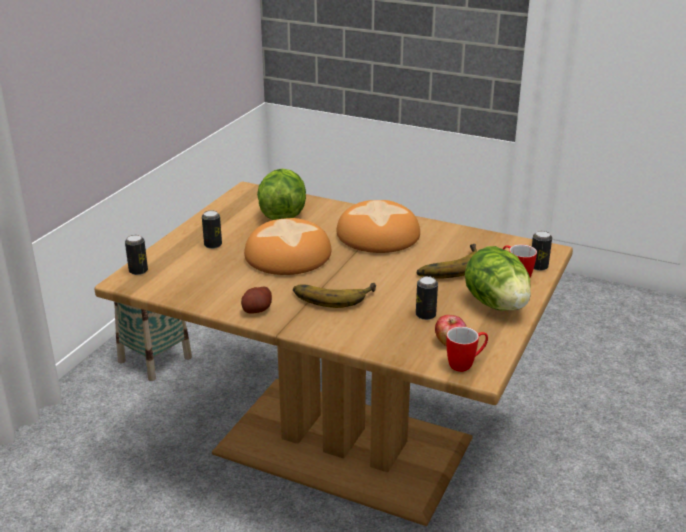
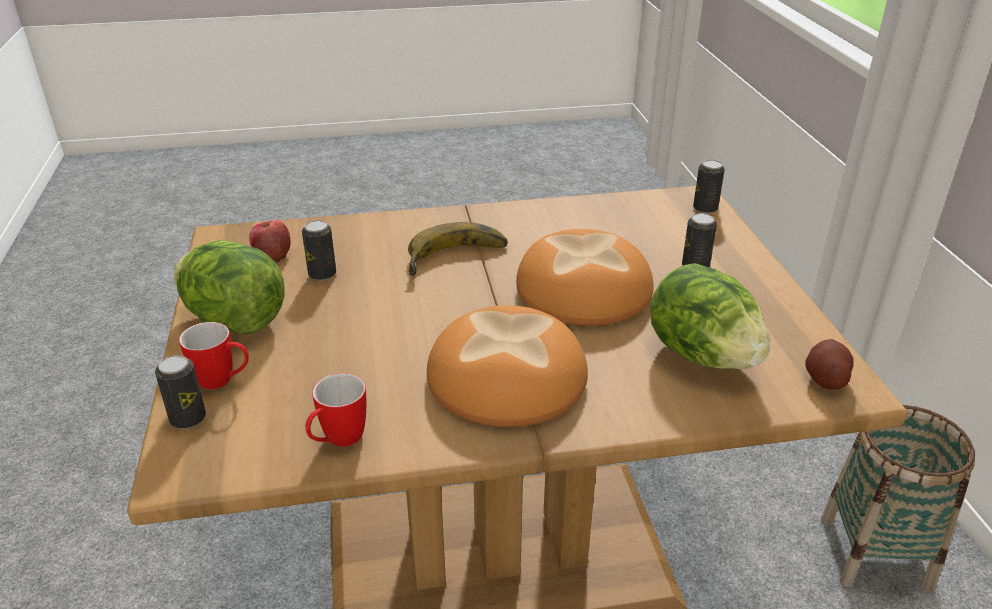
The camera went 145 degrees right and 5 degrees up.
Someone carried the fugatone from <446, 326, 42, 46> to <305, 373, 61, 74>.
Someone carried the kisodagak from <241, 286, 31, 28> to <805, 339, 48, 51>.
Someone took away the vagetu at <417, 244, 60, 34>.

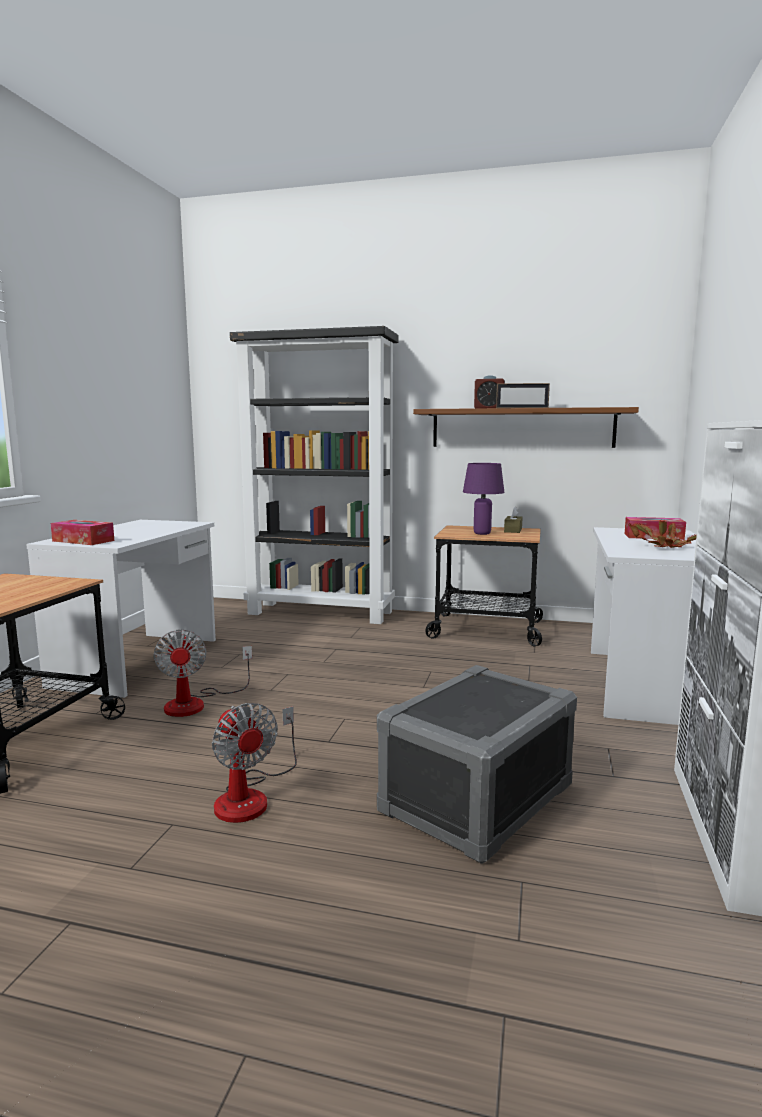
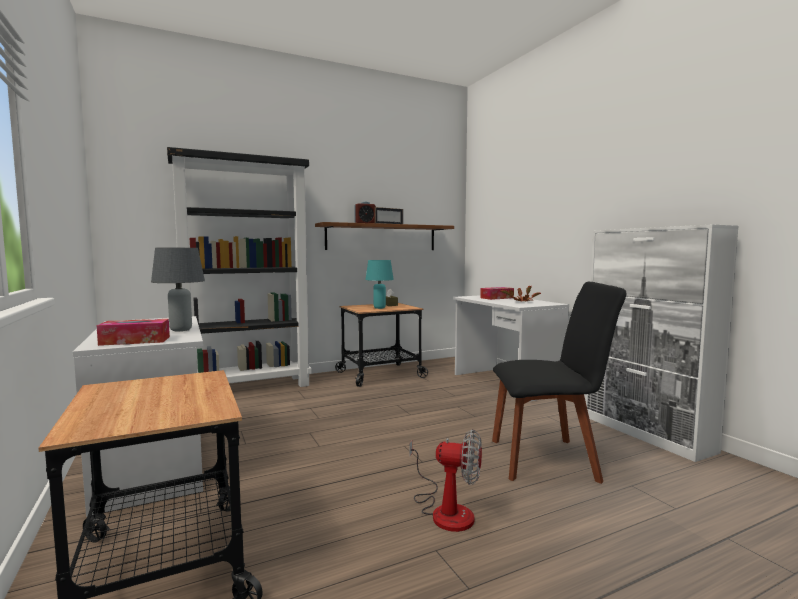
The camera went 40 degrees left and 5 degrees down.
Someone put down the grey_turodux at <151, 248, 54, 83>.
Someone repainted the purple_turodux at <463, 463, 41, 72>, which became the turquoise_turodux at <365, 260, 29, 49>.
Someone swapped the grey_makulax at <377, 665, 200, 199> for the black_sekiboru at <492, 282, 134, 202>.
Someone took away the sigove at <153, 629, 99, 88>.

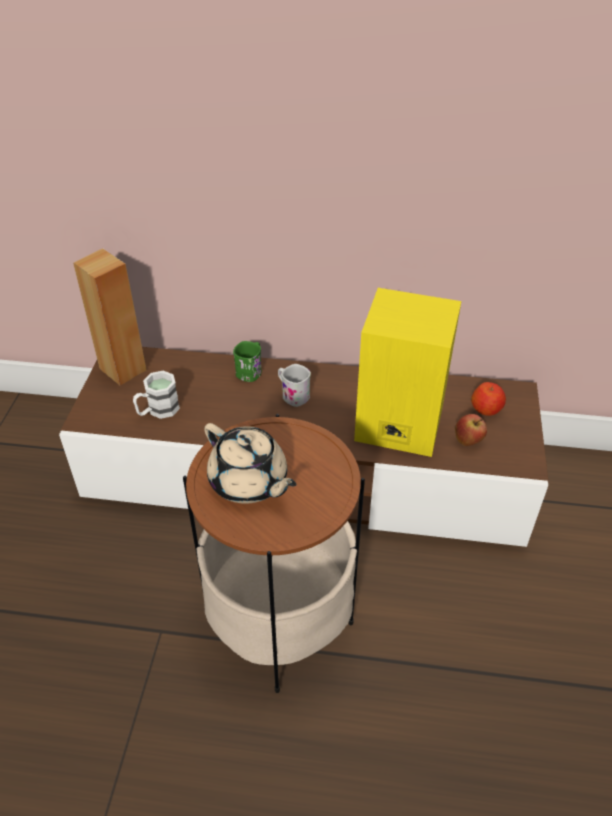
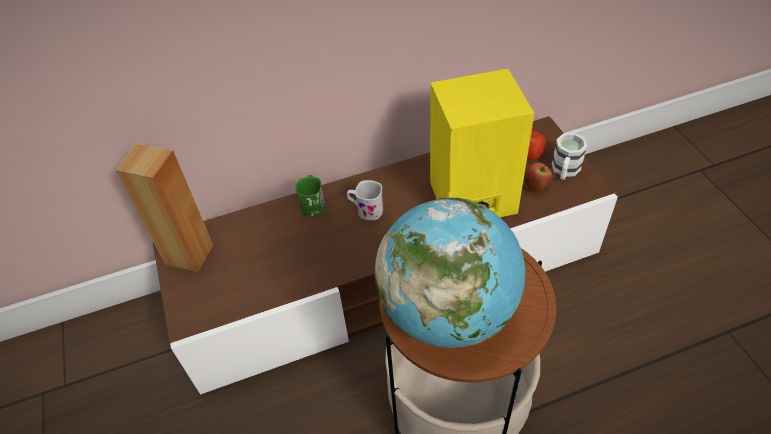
The camera went 25 degrees left and 5 degrees up.
Someone swapped the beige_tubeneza at <204, 423, 93, 81> for the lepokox at <375, 197, 150, 151>.
Someone carried the white_fugatone from <133, 371, 47, 48> to <552, 133, 35, 47>.

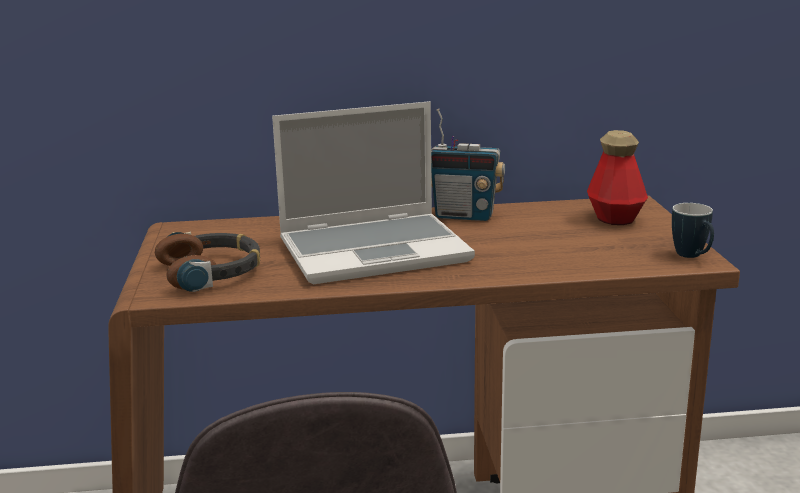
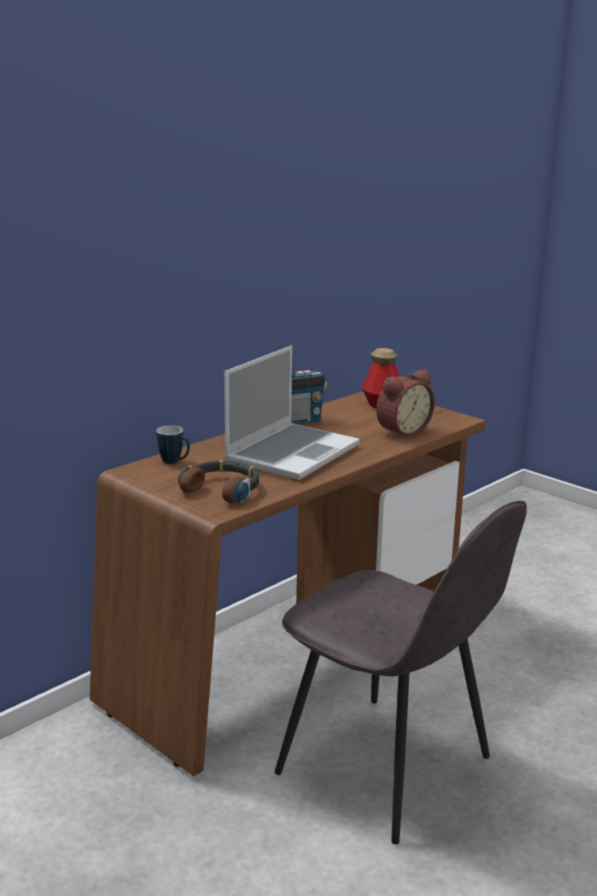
The camera went 40 degrees left and 0 degrees up.
Someone carried the fugatone from <672, 203, 42, 55> to <156, 425, 34, 39>.
Someone put down the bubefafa at <376, 369, 59, 70>.

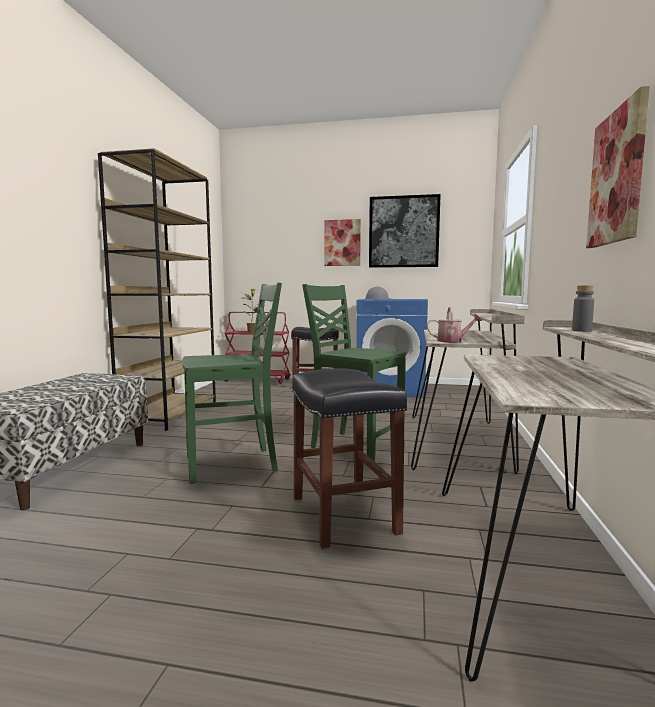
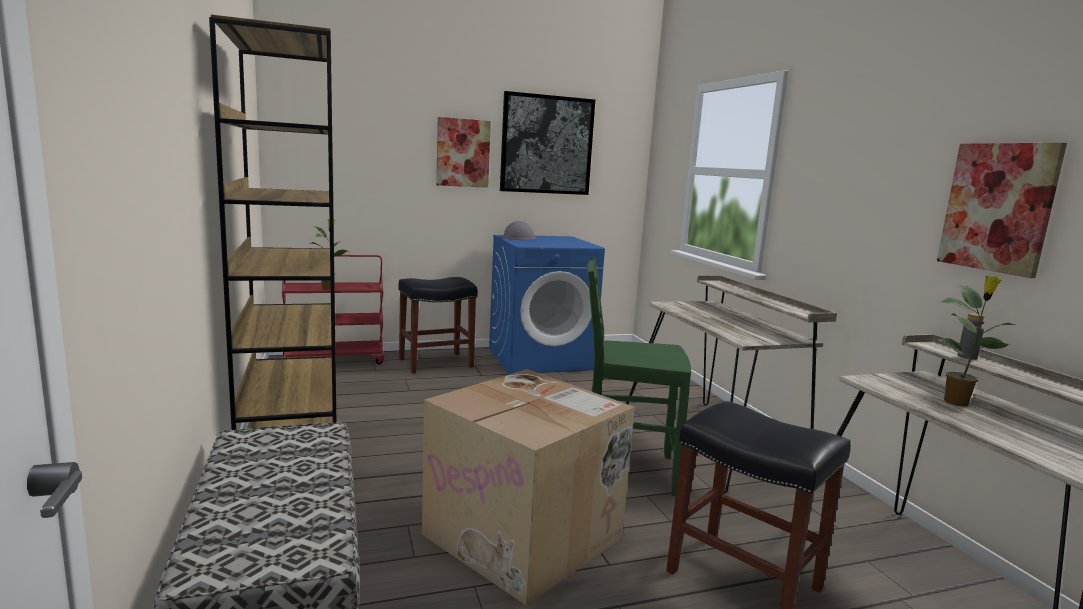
The camera went 30 degrees left and 5 degrees up.
Someone swapped the green_sekiboru at <182, 282, 100, 202> for the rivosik at <422, 369, 213, 236>.
Someone put down the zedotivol at <936, 275, 79, 132>.
Someone took away the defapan at <427, 307, 55, 35>.

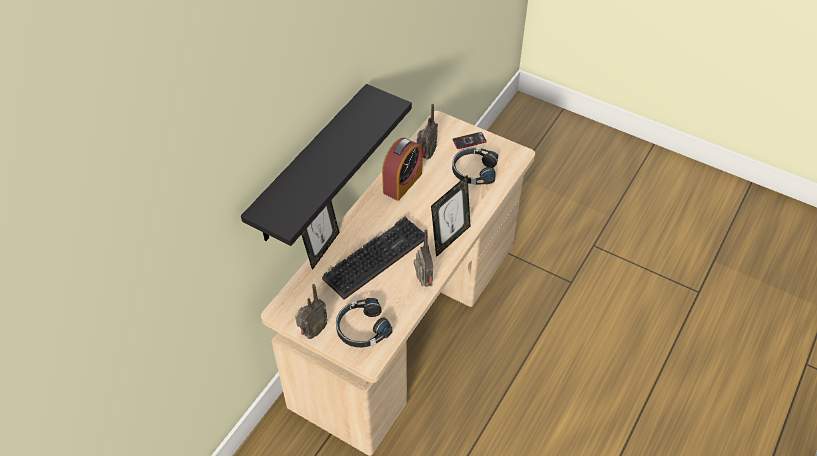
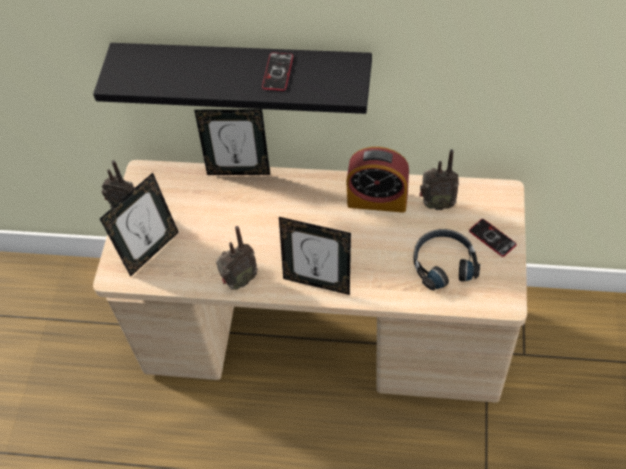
The camera went 70 degrees right and 5 degrees up.
Someone swapped the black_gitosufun at <336, 298, 56, 50> for the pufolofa at <100, 173, 79, 104>.
Someone put down the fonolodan at <262, 52, 31, 39>.
Someone took away the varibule at <322, 217, 102, 83>.

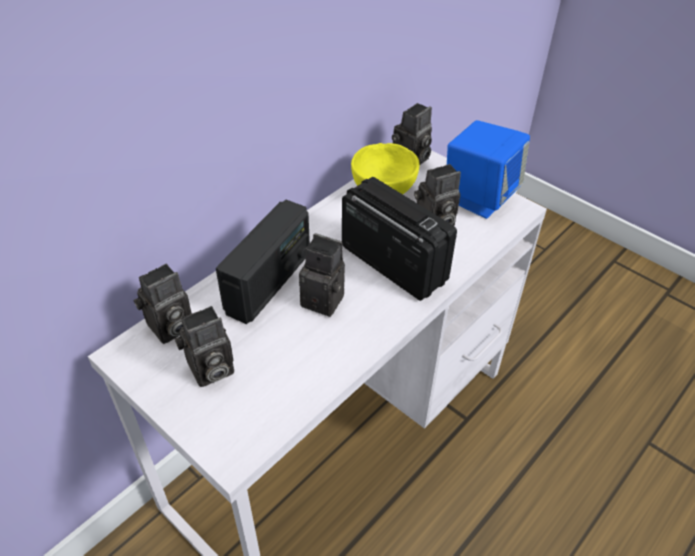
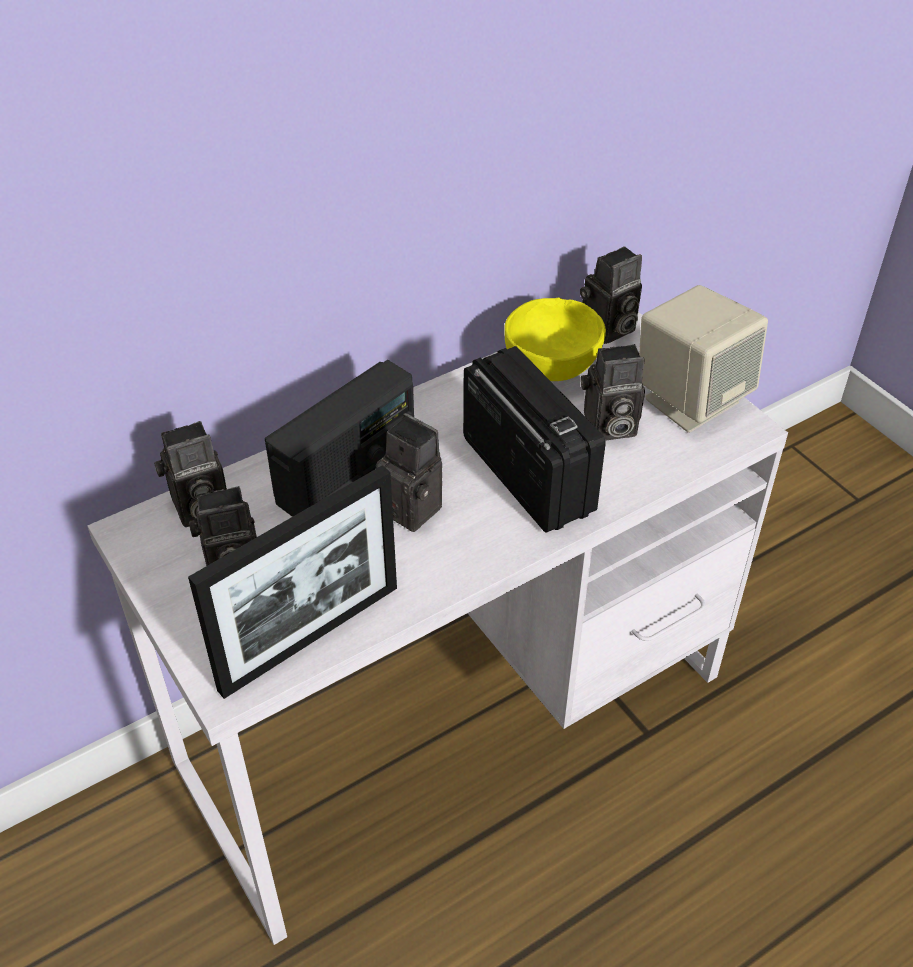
The camera went 15 degrees right and 0 degrees up.
Someone put down the pufolofa at <188, 465, 209, 234>.
Someone repainted the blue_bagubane at <447, 120, 83, 99>, which became the beige_bagubane at <639, 285, 129, 148>.

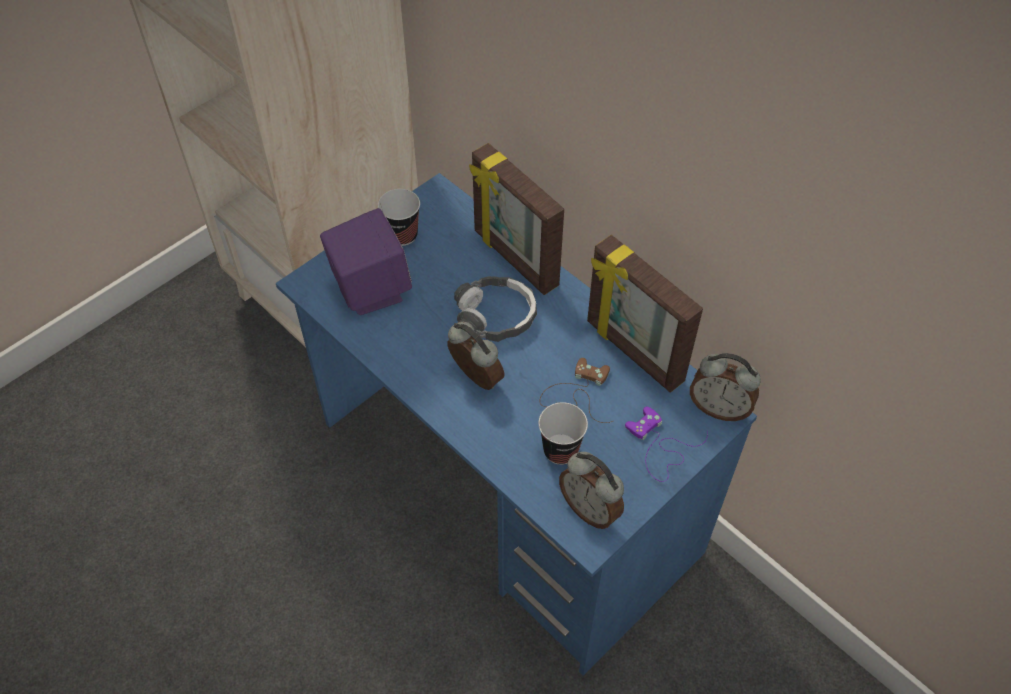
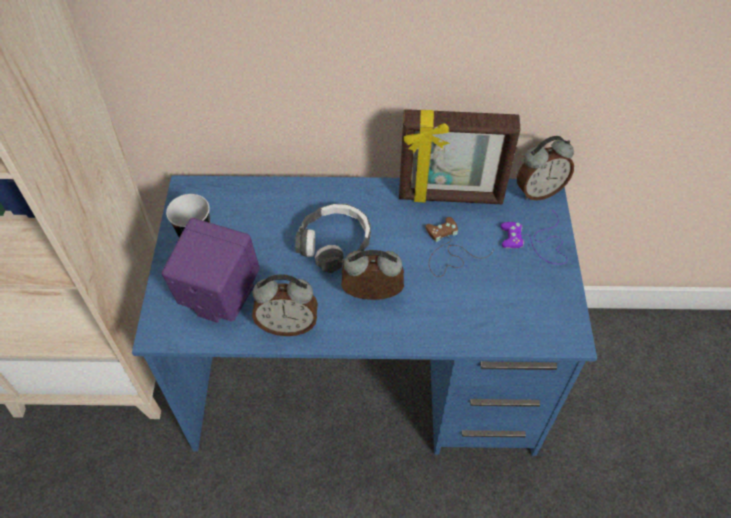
The camera went 45 degrees left and 0 degrees up.
Someone carried the bubefafa from <559, 452, 65, 77> to <252, 274, 66, 62>.
Someone took away the pufolofa at <469, 143, 95, 152>.
Someone took away the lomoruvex at <539, 402, 49, 63>.

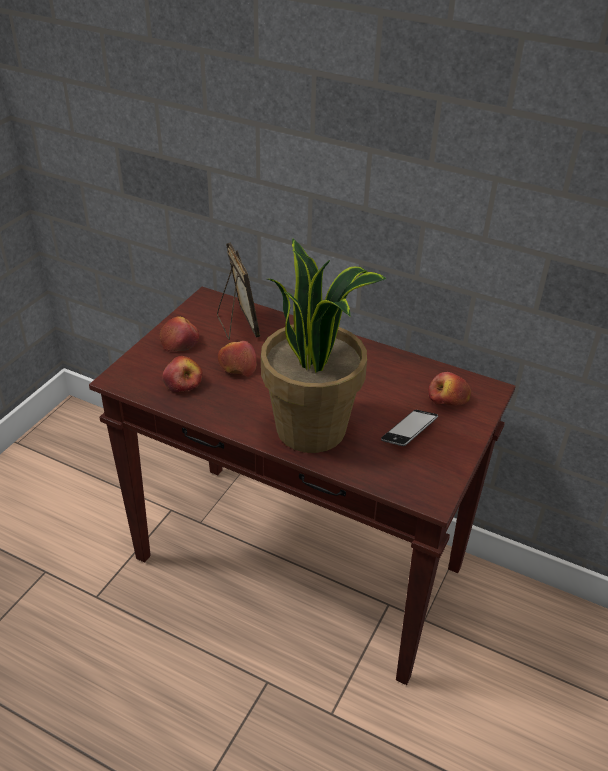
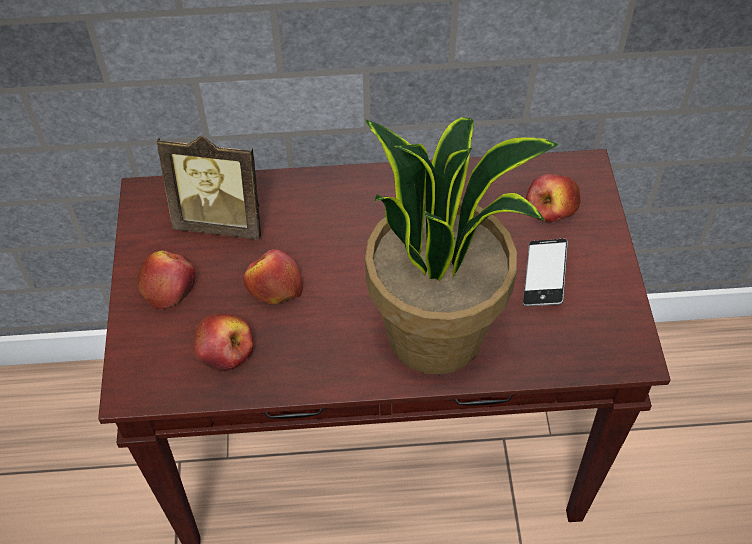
The camera went 30 degrees left and 15 degrees up.
Someone rotated the pufolofa at <217, 243, 43, 97> by 150 degrees clockwise.

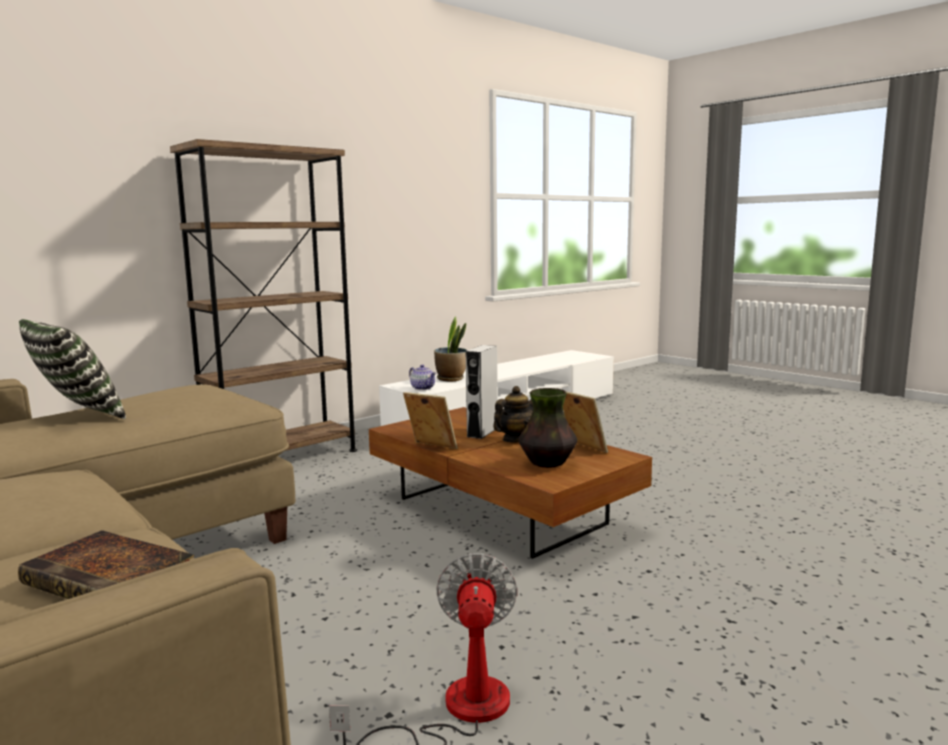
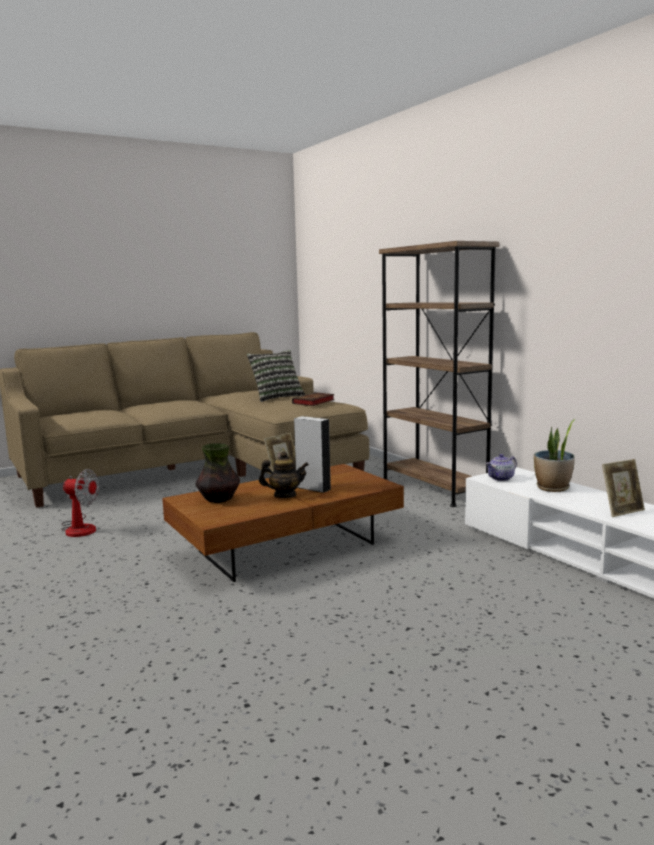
The camera went 100 degrees right and 0 degrees up.
Someone rotated the tubeneza at <493, 386, 40, 57> by 60 degrees counterclockwise.
Someone carried the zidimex from <18, 530, 176, 69> to <292, 392, 43, 14>.
Someone carried the pufolofa from <563, 392, 45, 61> to <602, 459, 43, 58>.

